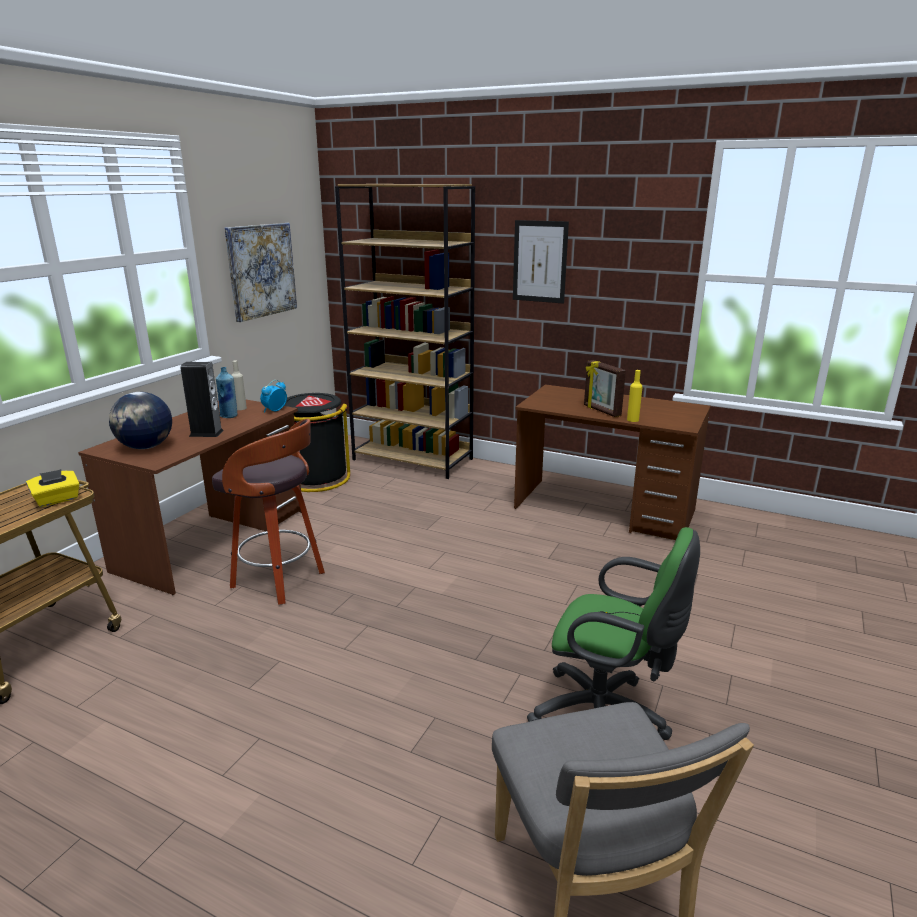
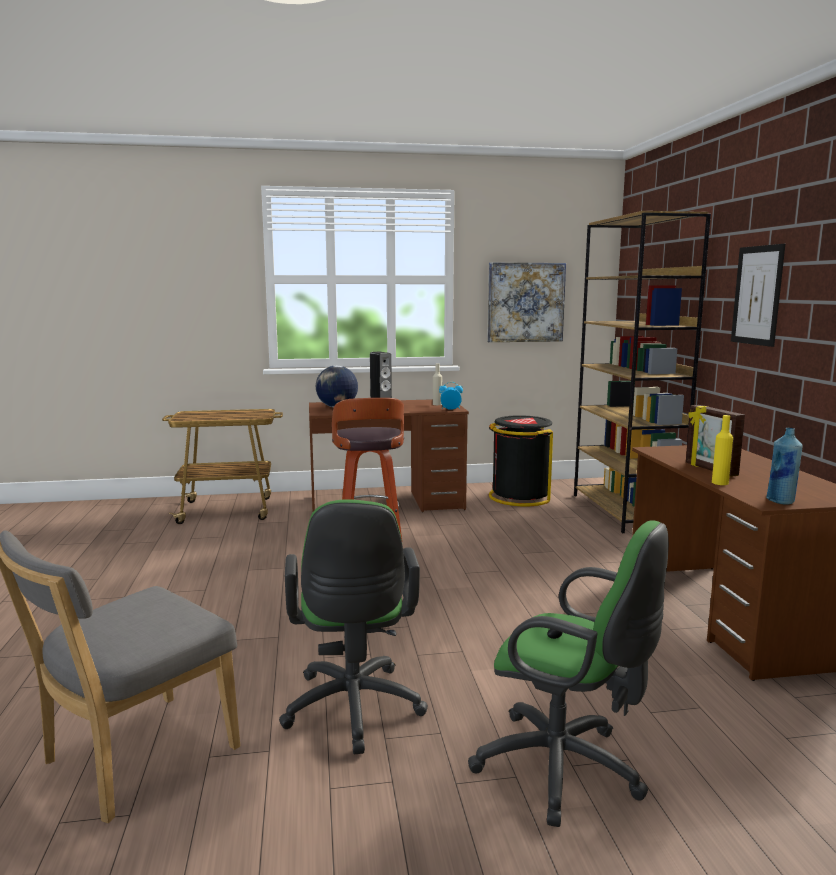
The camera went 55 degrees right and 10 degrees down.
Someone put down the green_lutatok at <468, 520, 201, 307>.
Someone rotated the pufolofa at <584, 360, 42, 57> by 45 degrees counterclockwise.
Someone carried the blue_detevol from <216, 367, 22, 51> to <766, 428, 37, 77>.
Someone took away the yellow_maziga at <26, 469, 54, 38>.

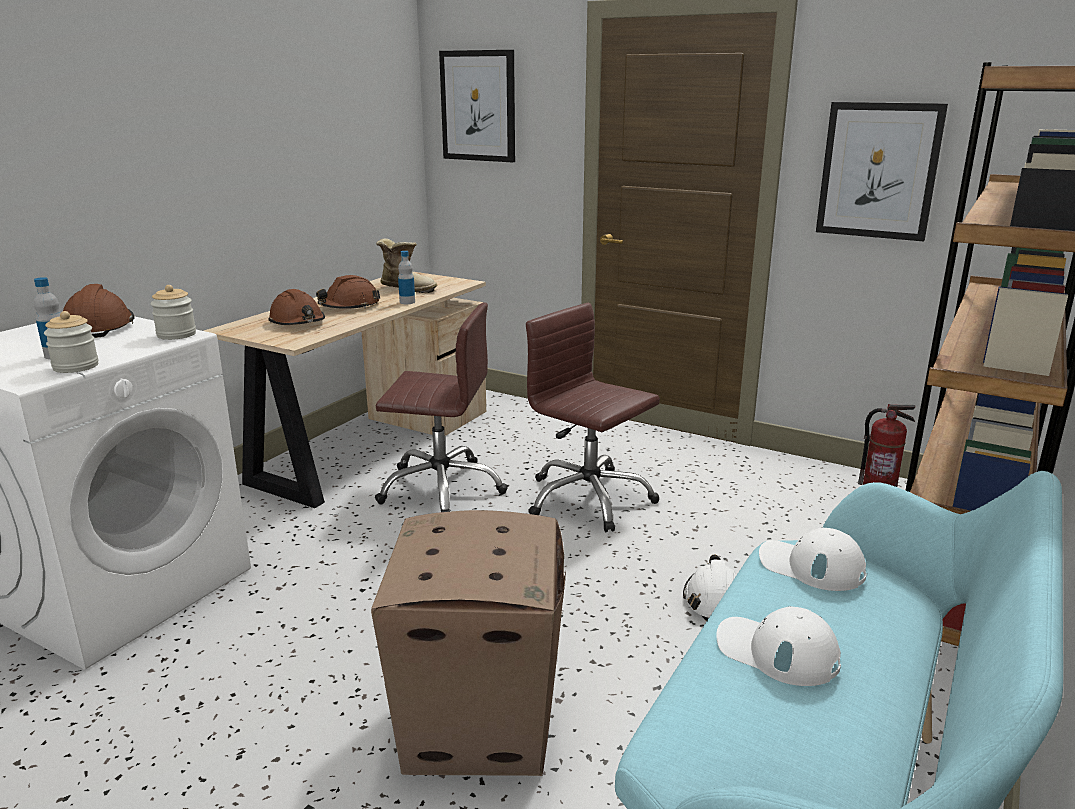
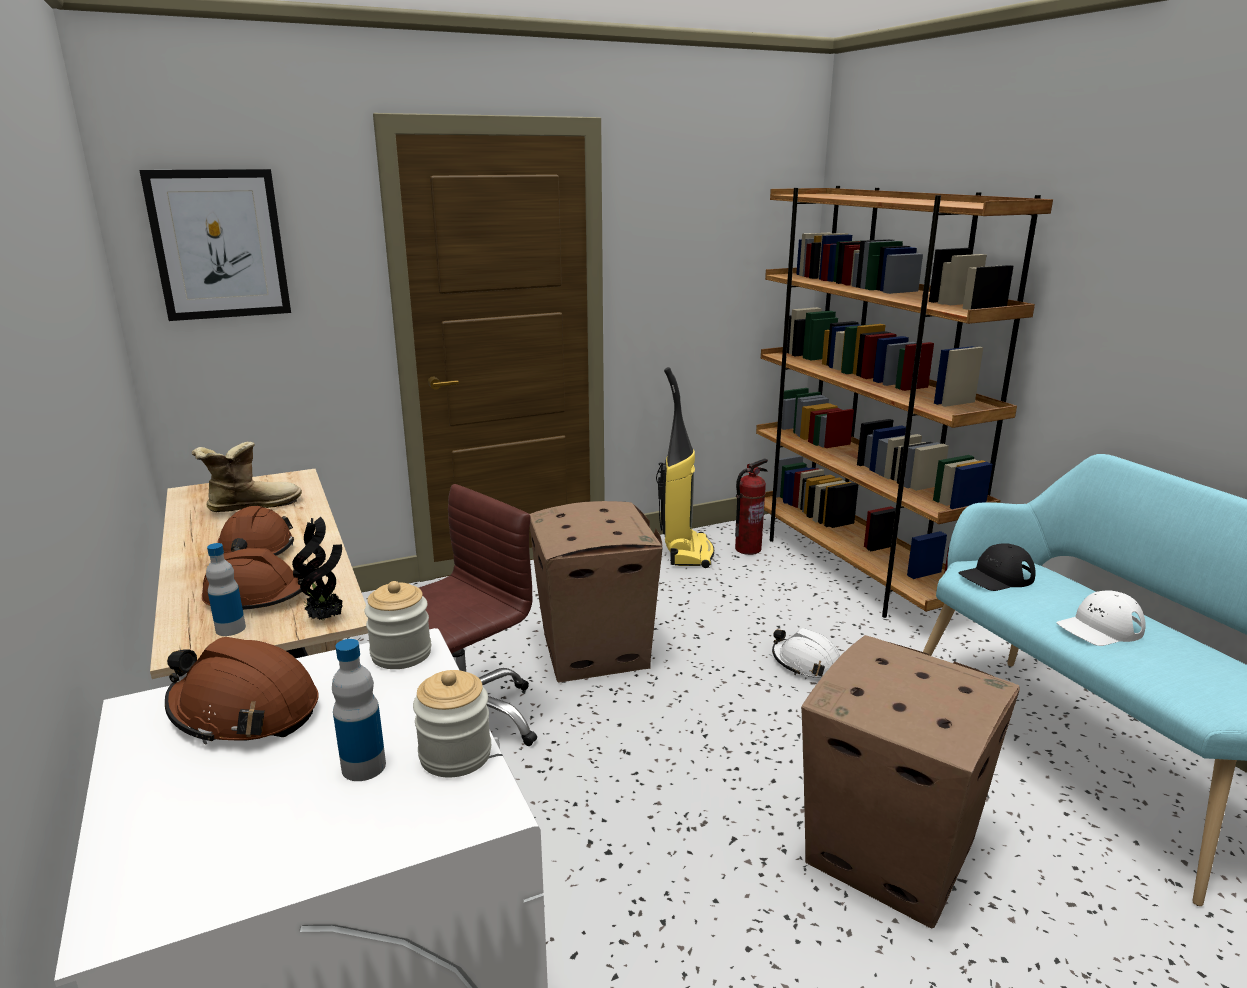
The camera went 55 degrees left and 0 degrees up.
Someone carried the detevol from <398, 251, 17, 53> to <206, 543, 40, 93>.
Someone put down the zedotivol at <292, 517, 51, 104>.
Someone swapped the brown_lutatok at <526, 303, 134, 229> for the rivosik at <530, 501, 133, 182>.
Someone put down the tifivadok at <656, 367, 58, 201>.
Someone repainted the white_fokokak at <759, 527, 108, 64>, which became the black_fokokak at <958, 543, 78, 48>.
Someone took away the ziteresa at <816, 102, 132, 140>.

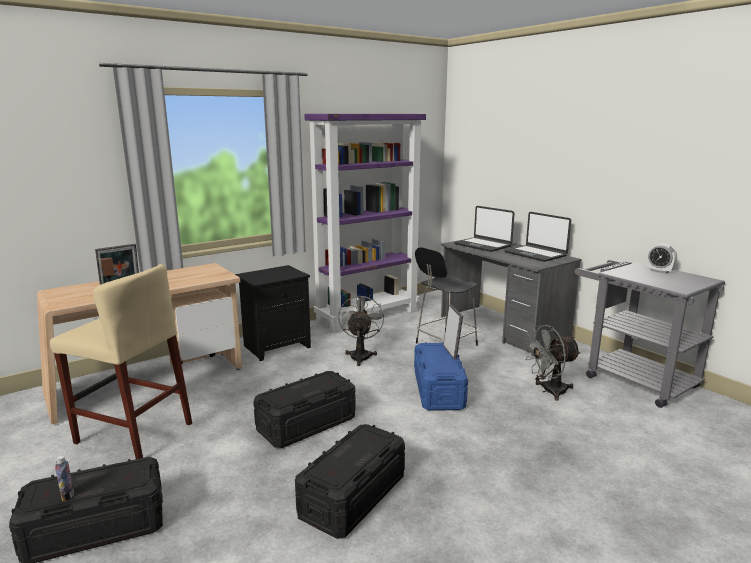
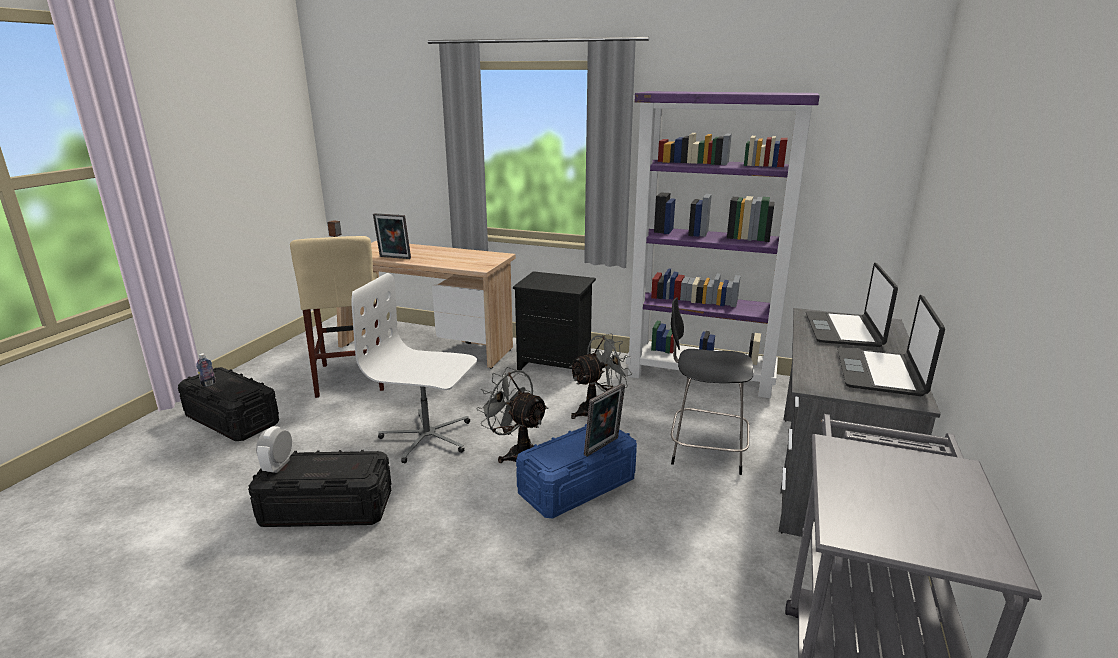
The camera went 55 degrees right and 5 degrees up.
Someone carried the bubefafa from <646, 243, 31, 31> to <256, 426, 37, 47>.
Someone swapped the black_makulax at <253, 371, 103, 77> for the white_lutatok at <352, 273, 125, 190>.
Someone carried the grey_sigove from <524, 325, 57, 76> to <476, 367, 73, 96>.

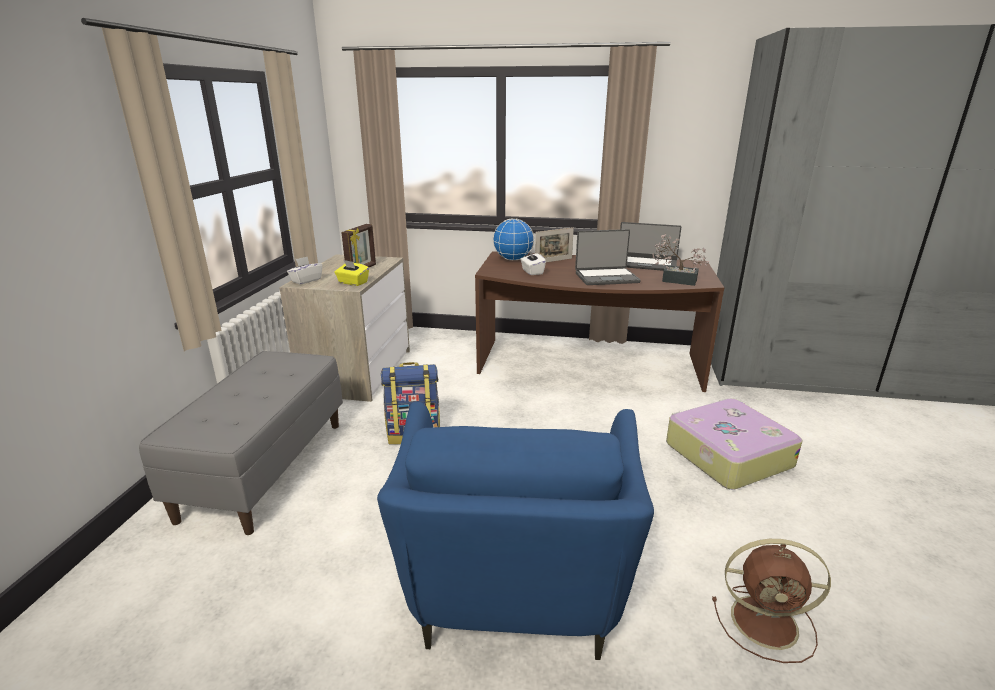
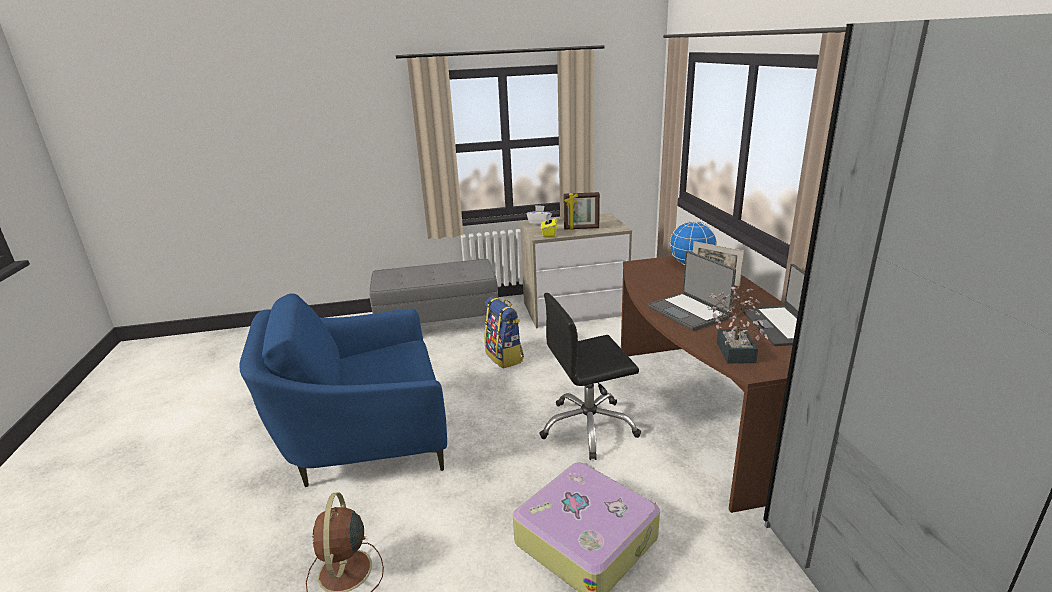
The camera went 70 degrees right and 0 degrees up.
Someone put down the black_lutatok at <539, 293, 102, 167>.
Someone took away the white_maziga at <520, 250, 26, 25>.

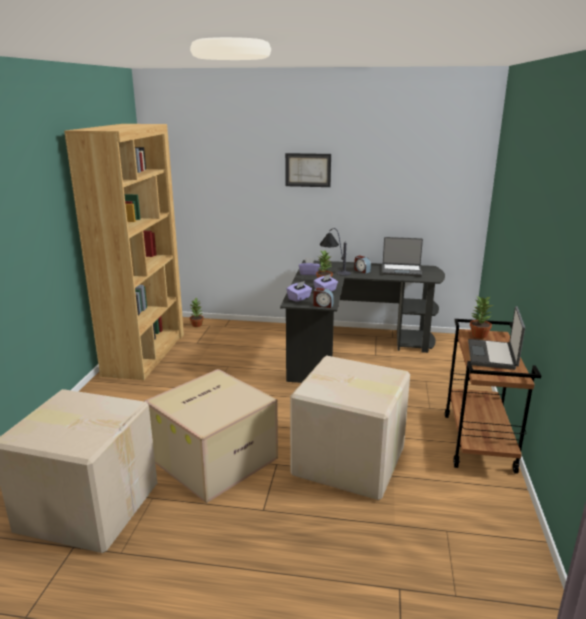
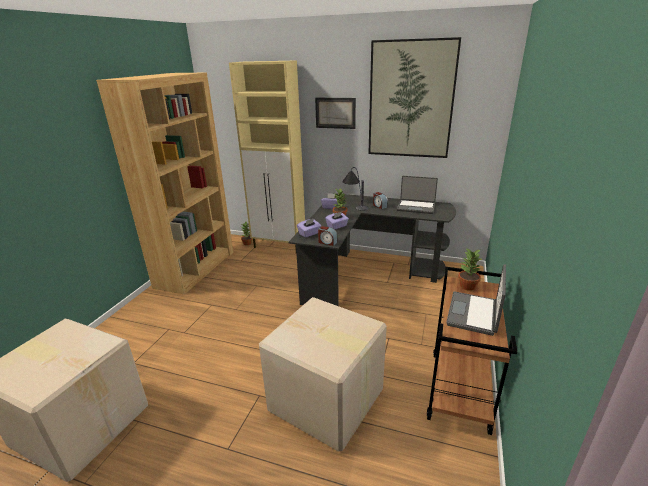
The camera went 10 degrees right and 5 degrees up.
Someone put down the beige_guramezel at <229, 60, 76, 188>.
Someone put up the ziteresa at <369, 37, 92, 121>.
Someone took away the rivosik at <144, 369, 134, 134>.

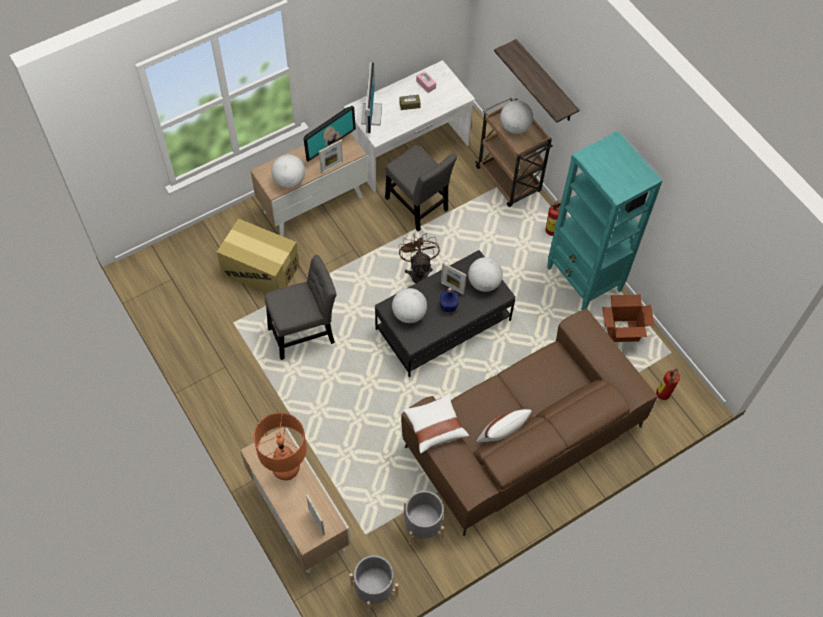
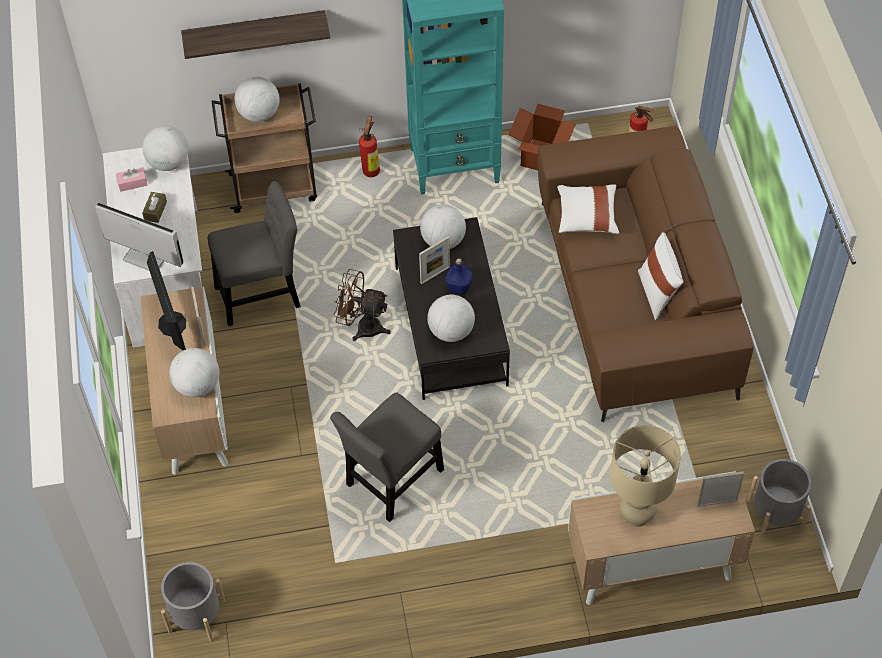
The camera went 65 degrees left and 5 degrees down.
Someone put down the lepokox at <142, 125, 46, 46>.
Someone carried the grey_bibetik from <404, 491, 40, 54> to <161, 562, 64, 79>.
Someone rotated the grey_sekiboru at <264, 255, 73, 105> by 135 degrees counterclockwise.
Someone carried the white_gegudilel from <403, 393, 66, 61> to <557, 185, 62, 49>.
Someone repainted the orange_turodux at <253, 413, 54, 67>, which became the beige_turodux at <610, 425, 71, 102>.
Someone took away the rivosik at <217, 218, 83, 75>.

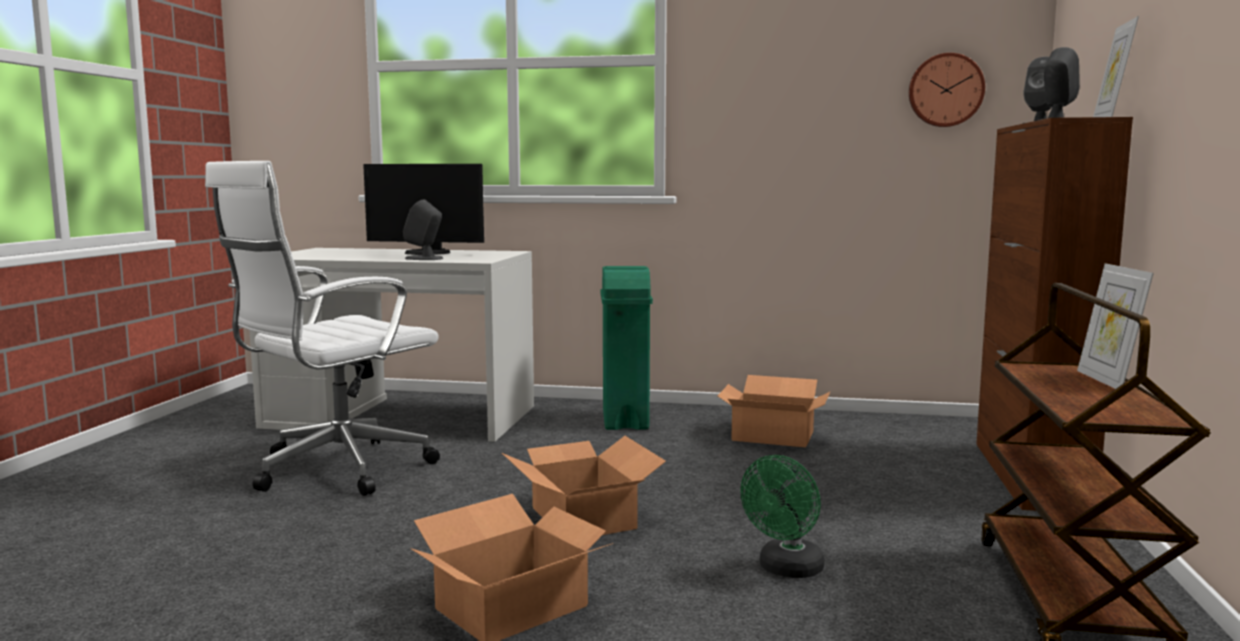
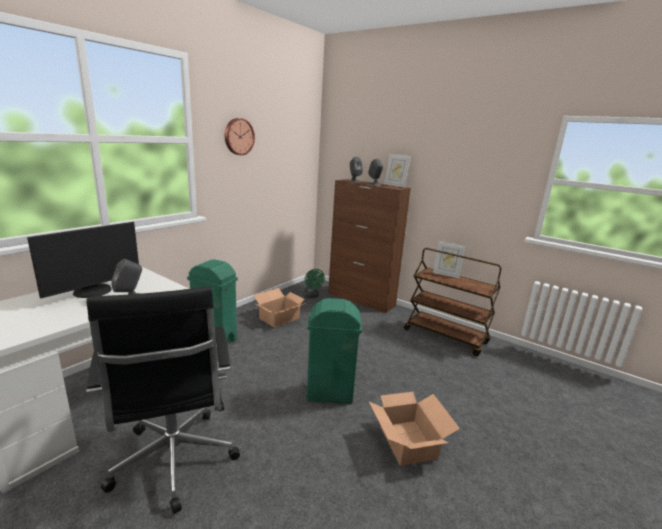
The camera went 65 degrees left and 10 degrees up.
Someone repainted the white_lutatok at <205, 161, 235, 335>, which became the black_lutatok at <86, 286, 154, 228>.
Someone carried the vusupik from <909, 53, 76, 74> to <225, 118, 30, 37>.
Someone carried the green_sigove from <740, 455, 84, 123> to <303, 269, 22, 29>.
Someone swapped the rivosik at <502, 436, 164, 99> for the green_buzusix at <307, 298, 55, 106>.

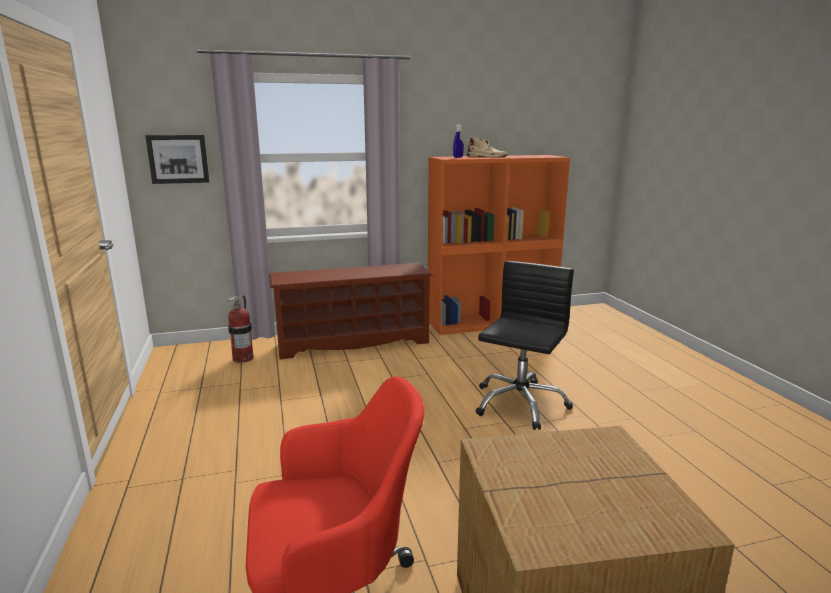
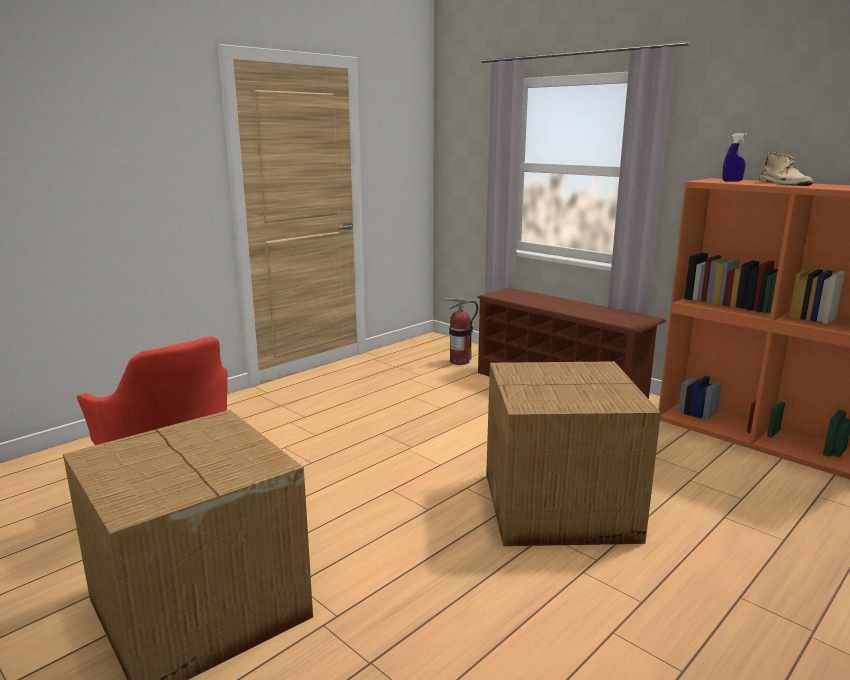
The camera went 60 degrees right and 0 degrees up.
Someone swapped the black_lutatok at <476, 261, 98, 169> for the rivosik at <486, 361, 175, 185>.
Someone took away the ziteresa at <145, 135, 65, 49>.

